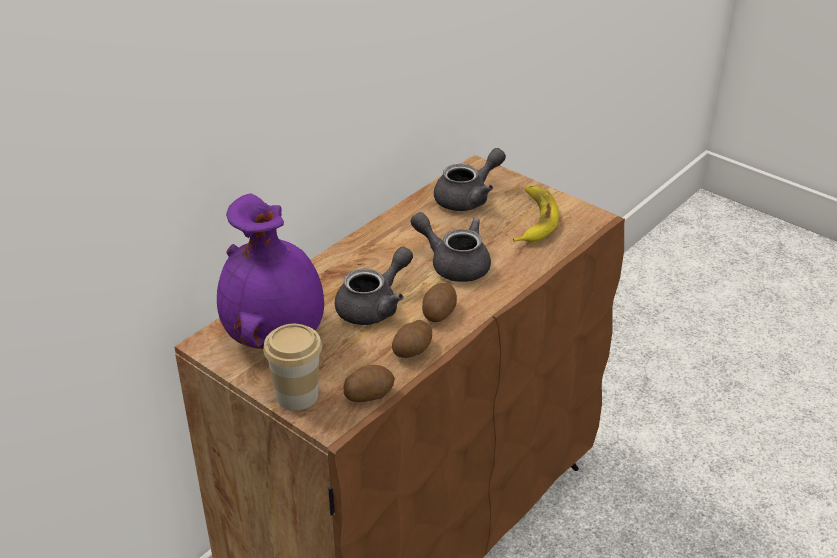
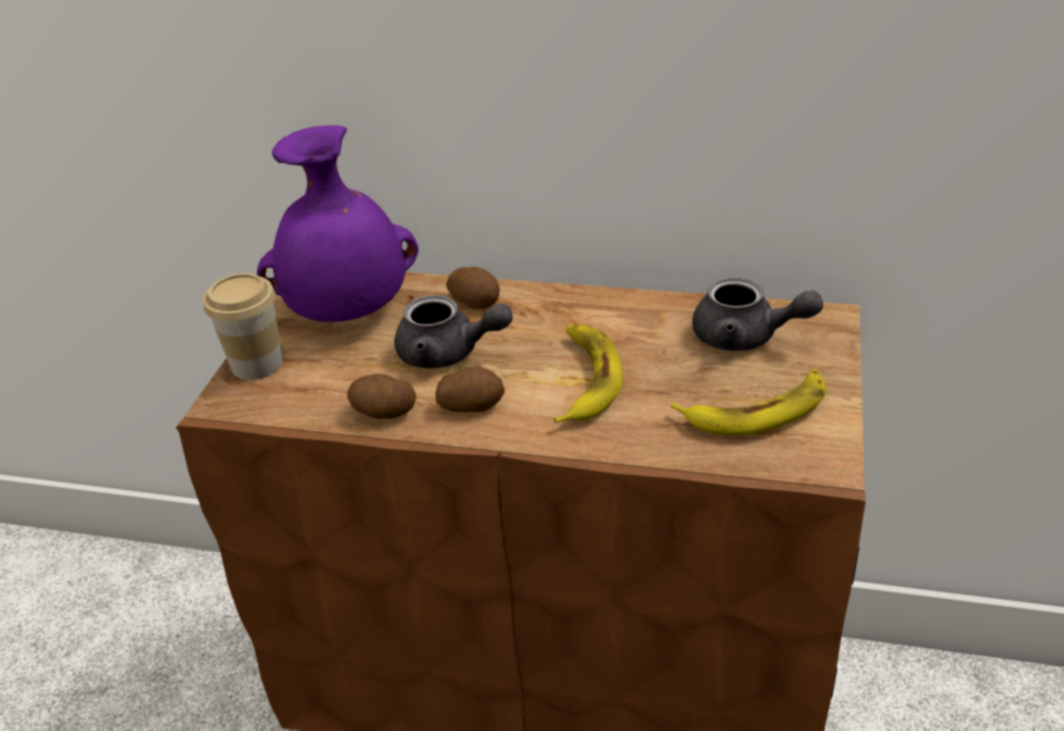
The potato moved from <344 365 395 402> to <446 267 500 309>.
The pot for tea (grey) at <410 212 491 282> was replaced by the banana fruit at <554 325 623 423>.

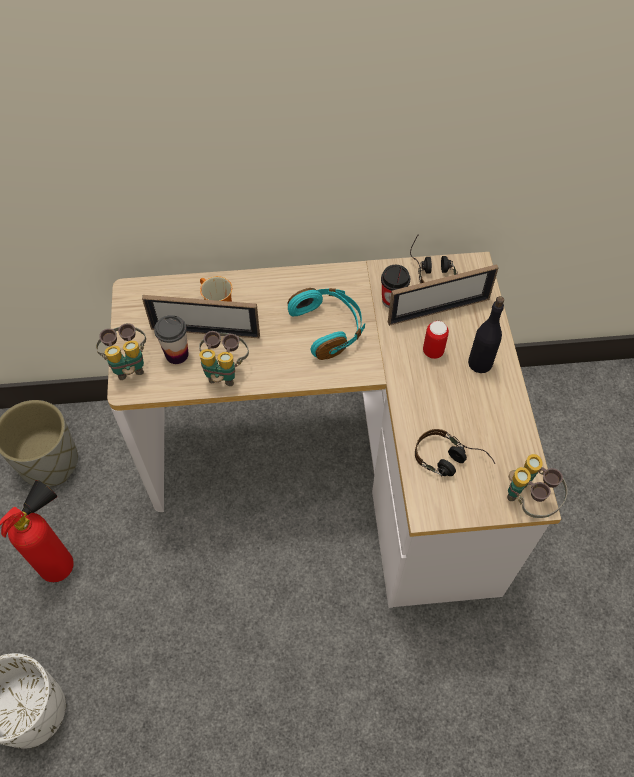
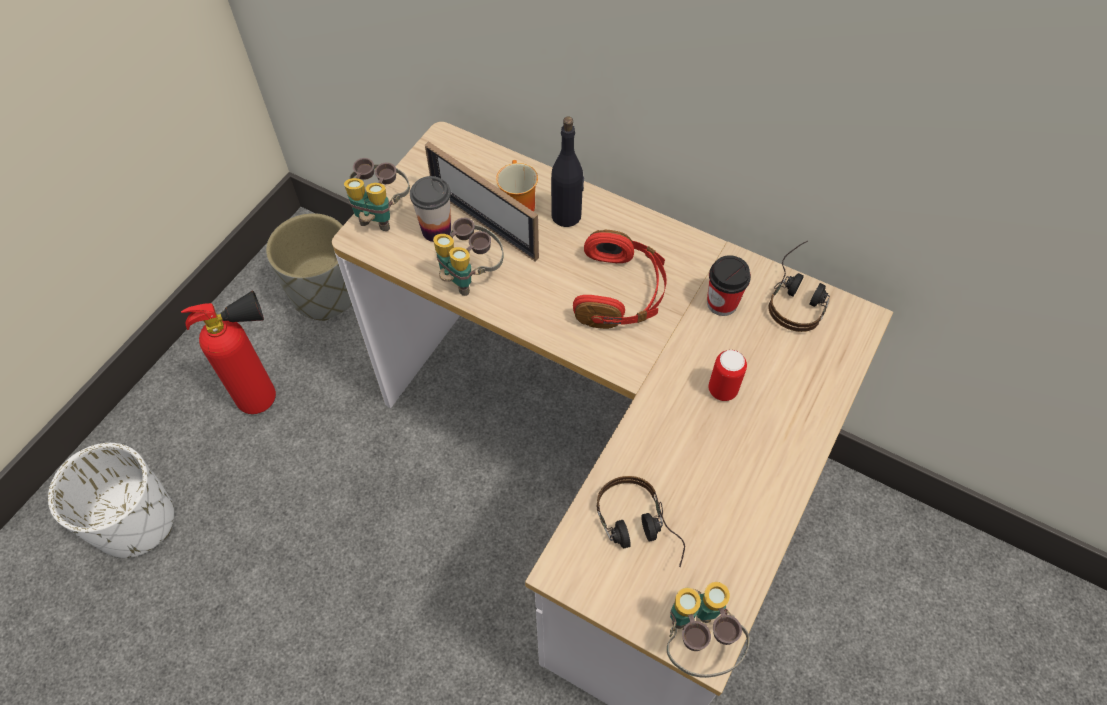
The bottle (black) moved from <468 296 504 373> to <551 116 584 227>.
The headset (blue-green) at <288 288 365 360> became the headset (reddish) at <573 230 666 329>.
The photo frame at <388 264 499 326> disappeared.

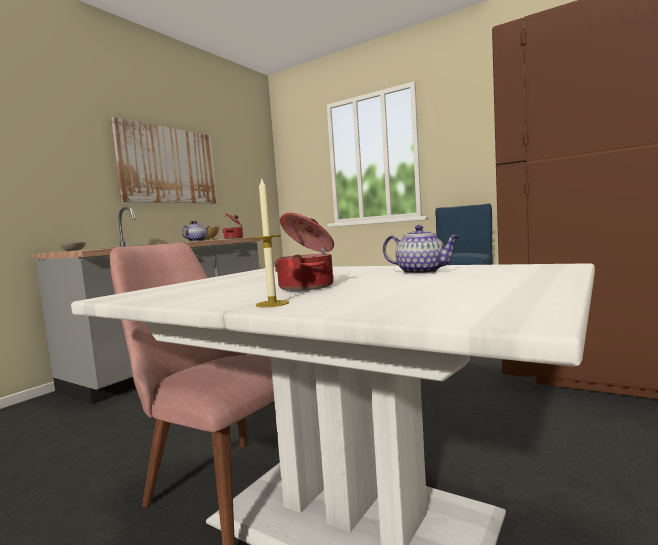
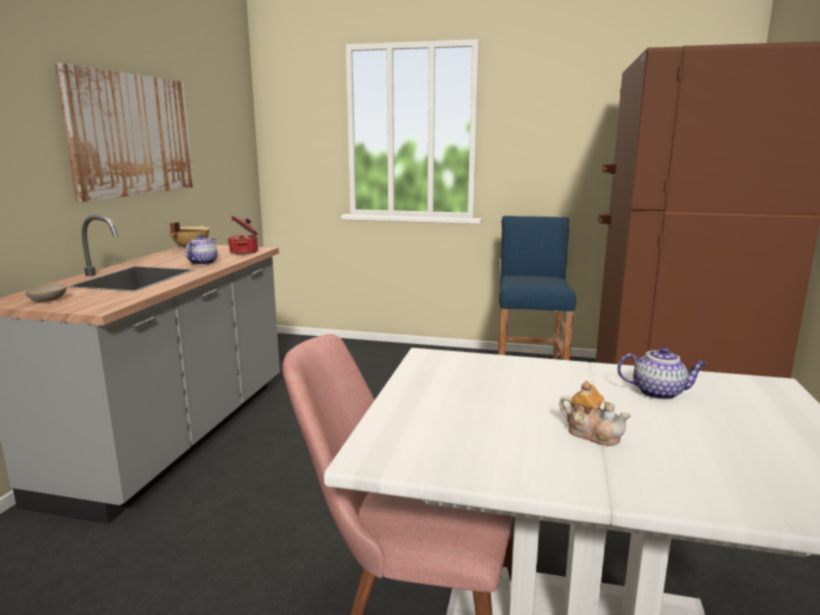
The saucepot at <274 213 334 291> was replaced by the pot for tea at <559 381 631 446>.
The wax candle at <252 179 289 307> disappeared.

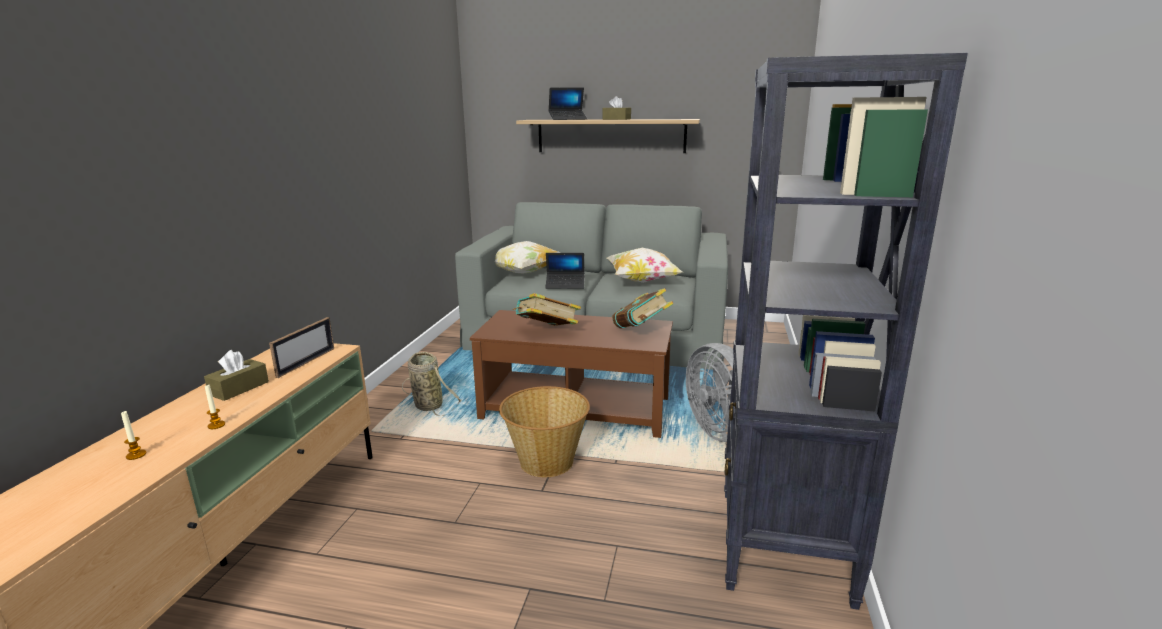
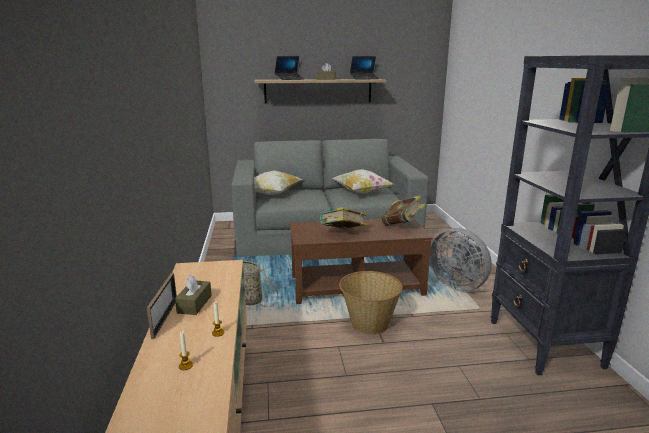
The photo frame moved from <269 317 334 378> to <147 273 177 339>.
The portable computer moved from <545 253 585 289> to <350 56 379 80>.

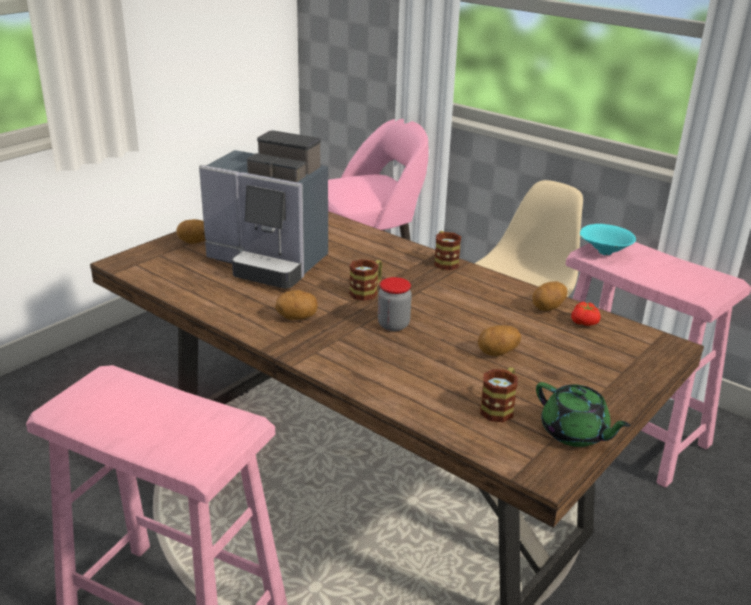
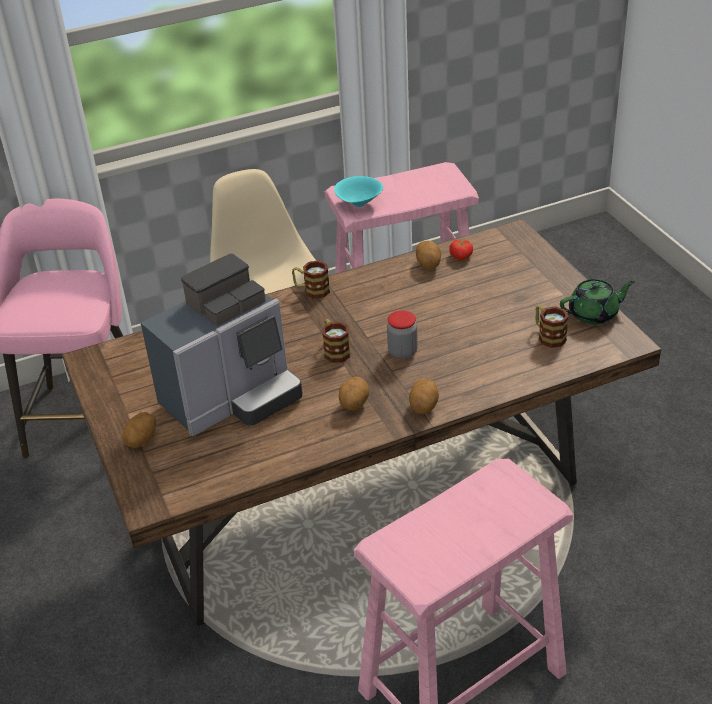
The potato moved from <478 325 521 356> to <409 378 439 414>.

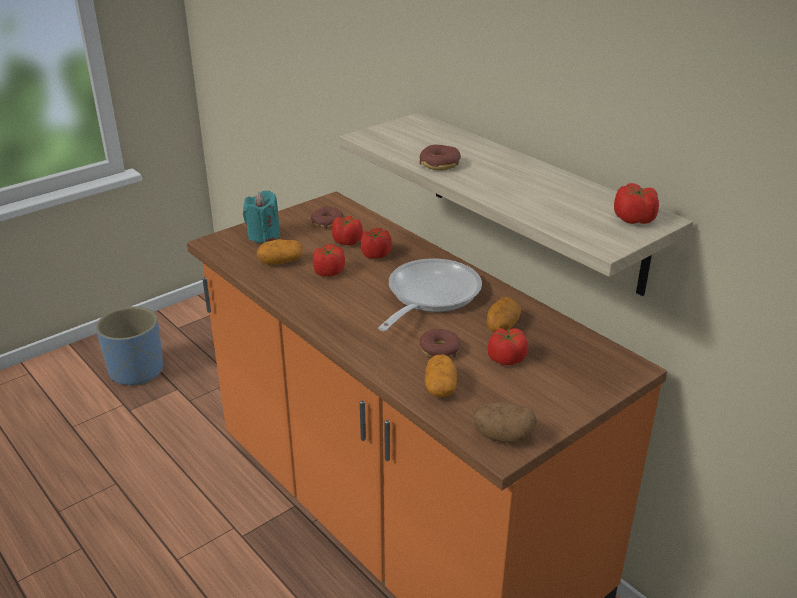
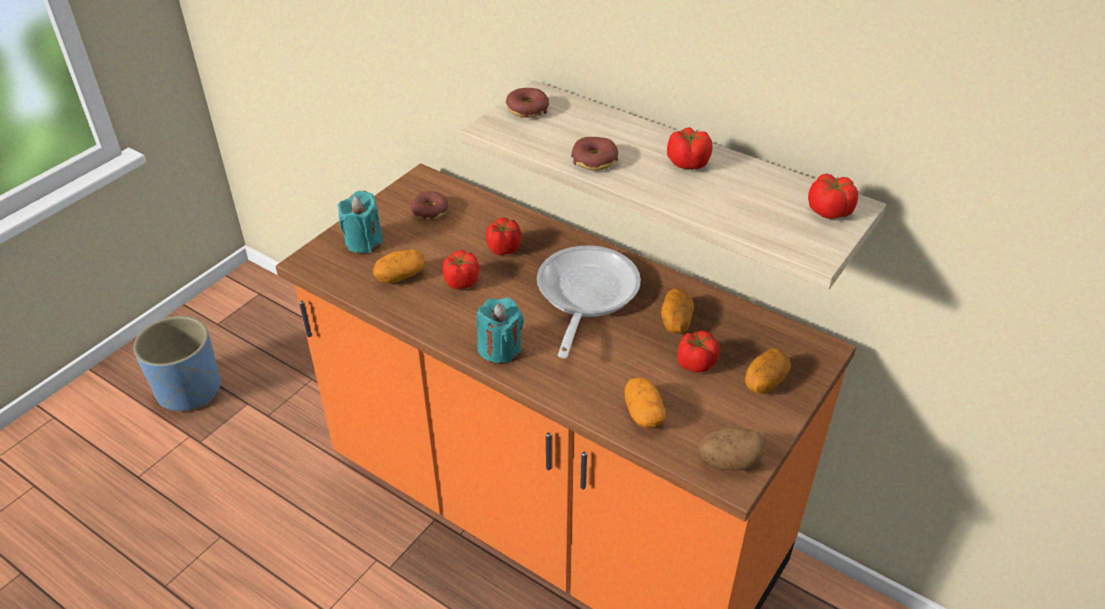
The wax candle (blue-green) at <476 298 524 364> appeared.
The doughnut moved from <420 329 460 357> to <506 88 549 117>.
The tomato moved from <332 216 363 245> to <667 127 712 169>.
The potato at <745 348 791 394> appeared.

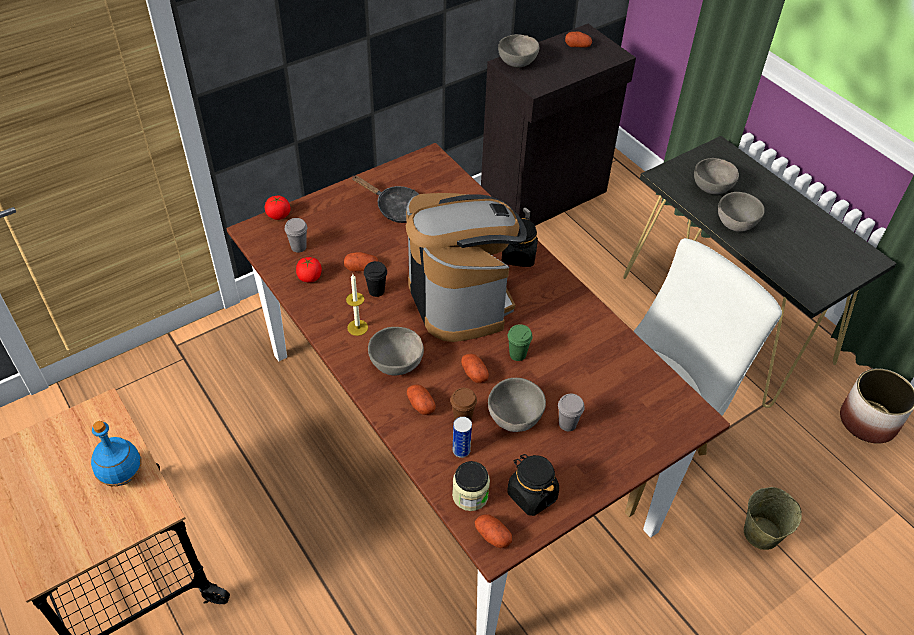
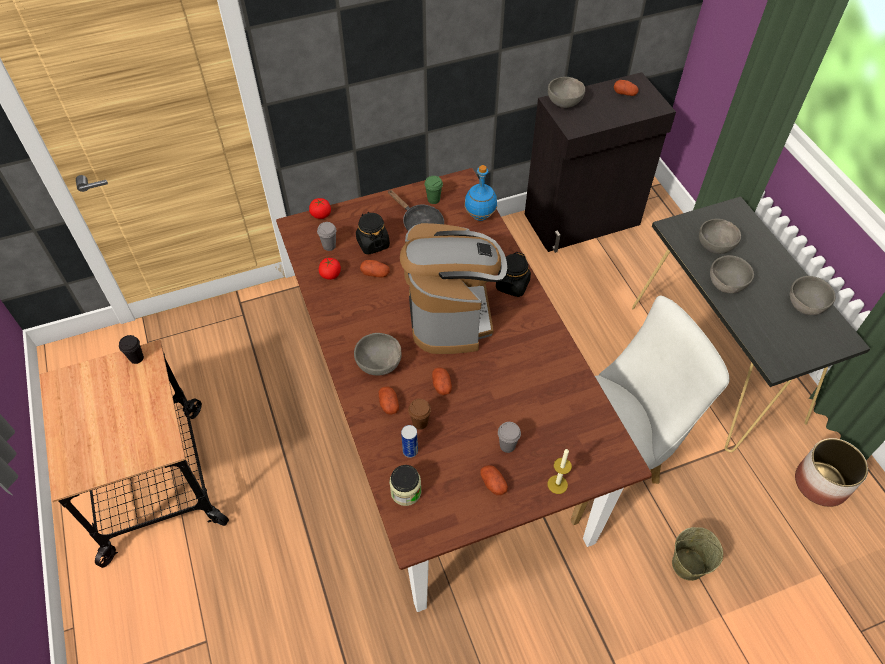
The small cup (black) moved from <364 261 387 297> to <119 335 144 364>.
The storage jar (black) moved from <507 454 559 516> to <356 212 390 255>.
The small cup (greenish) moved from <508 324 533 361> to <424 176 443 204>.
The bottle (blue-coloured) moved from <91 421 142 487> to <465 165 497 221>.
The potato moved from <475 514 512 548> to <480 465 508 495>.
The wax candle moved from <346 274 368 336> to <548 448 572 494>.
The deep dish (grey) moved from <488 378 546 432> to <790 276 835 315>.

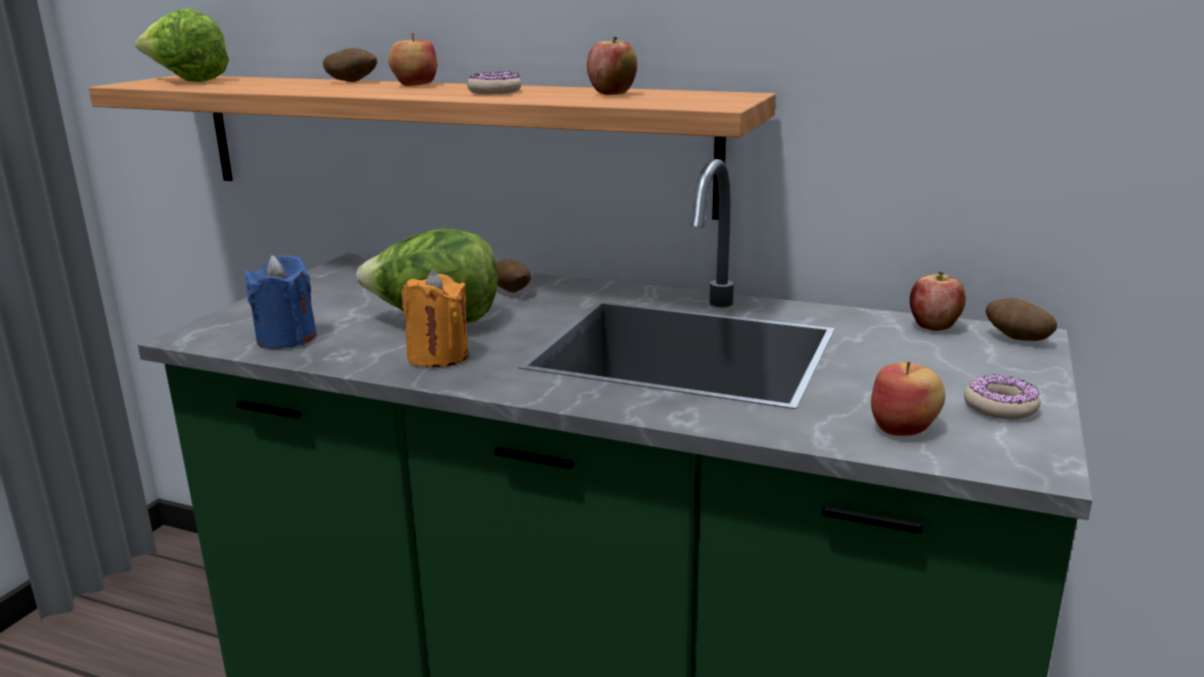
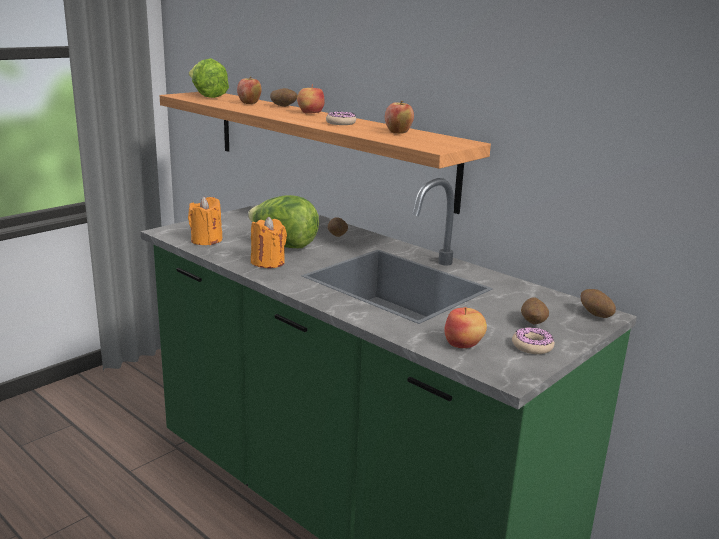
The wax candle (blue-coloured) at <244 255 317 349> became the wax candle (orange) at <188 197 222 245>.
The whole apple moved from <910 271 966 331> to <237 76 261 104>.
The potato at <521 297 549 324> appeared.

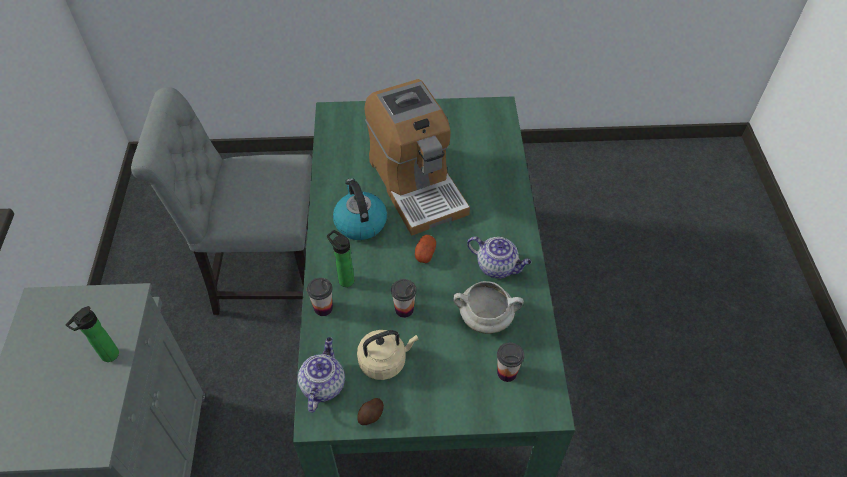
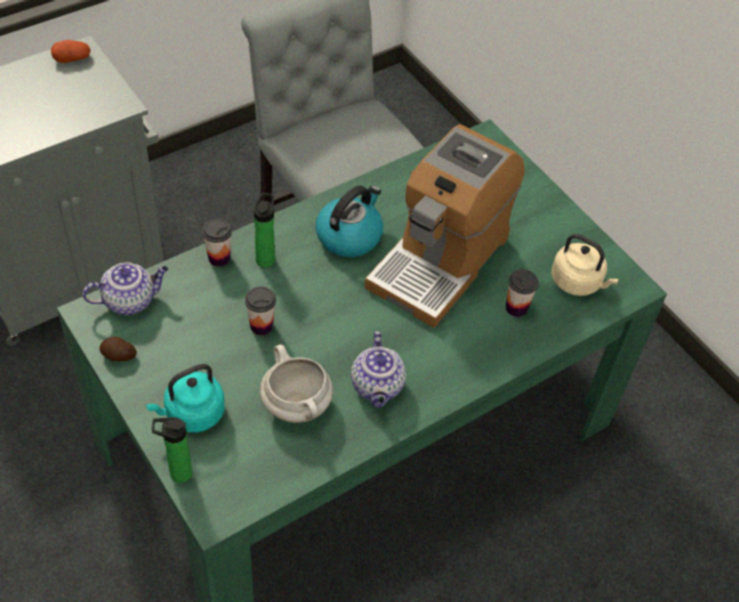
The potato moved from <415 235 436 263> to <51 40 90 63>.
The water kettle (blue-green) at <146 364 225 433> appeared.
The bottle moved from <66 306 119 362> to <152 417 192 483>.
The small cup moved from <497 342 524 382> to <506 269 539 317>.
The water kettle (beige-coloured) moved from <357 330 418 380> to <552 234 619 296>.

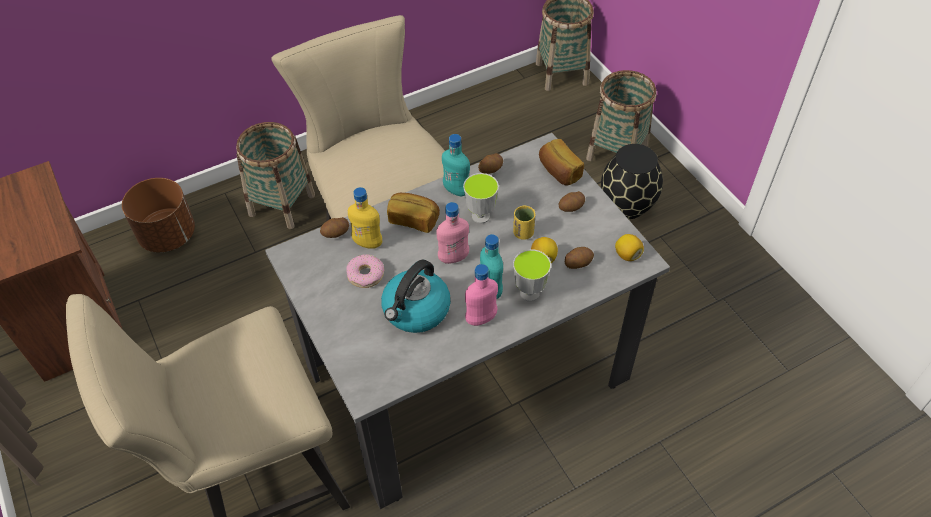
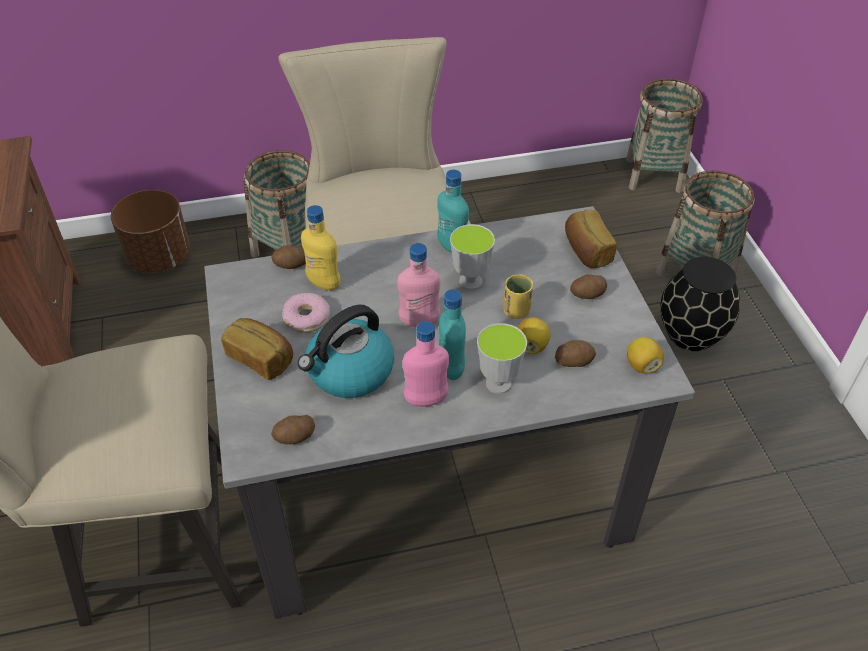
The bread moved from <387 193 440 233> to <221 318 293 380>.
The potato moved from <478 153 503 174> to <271 415 315 444>.

